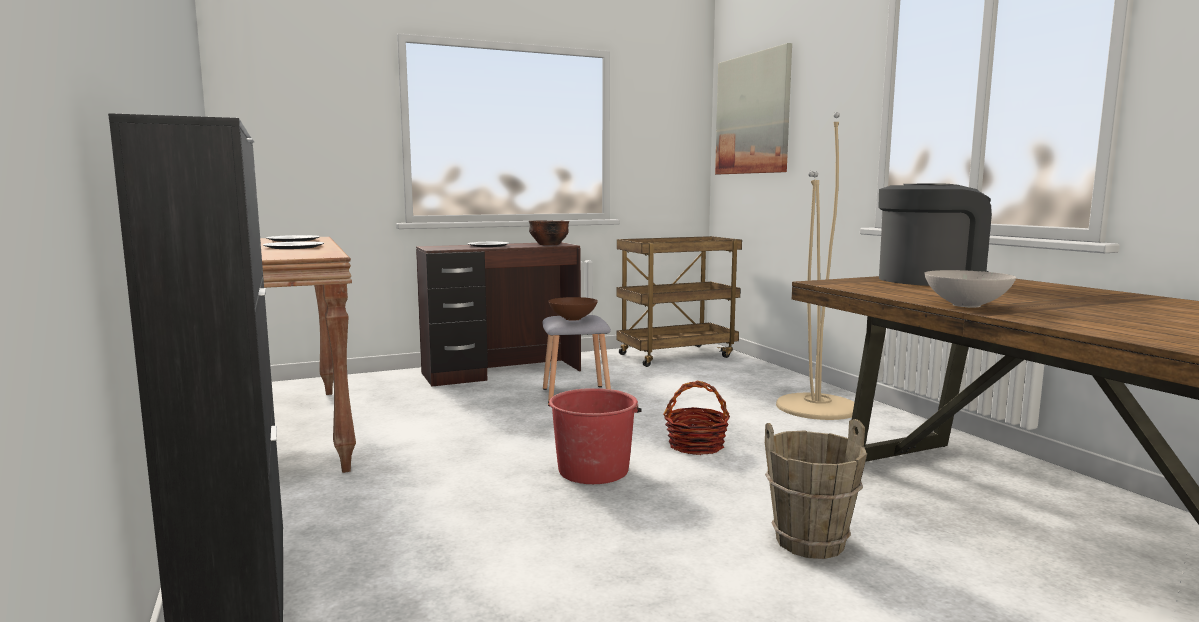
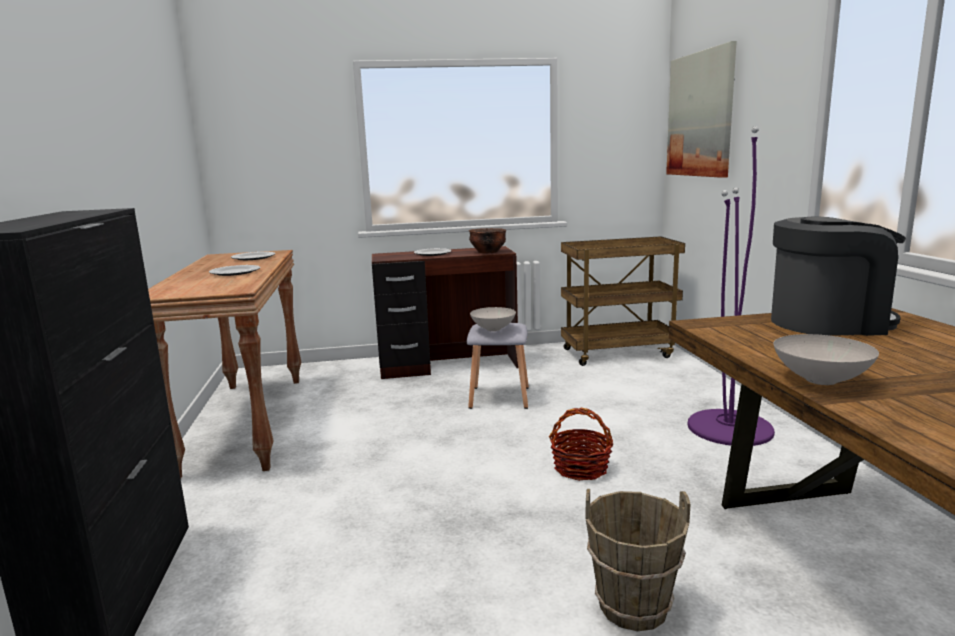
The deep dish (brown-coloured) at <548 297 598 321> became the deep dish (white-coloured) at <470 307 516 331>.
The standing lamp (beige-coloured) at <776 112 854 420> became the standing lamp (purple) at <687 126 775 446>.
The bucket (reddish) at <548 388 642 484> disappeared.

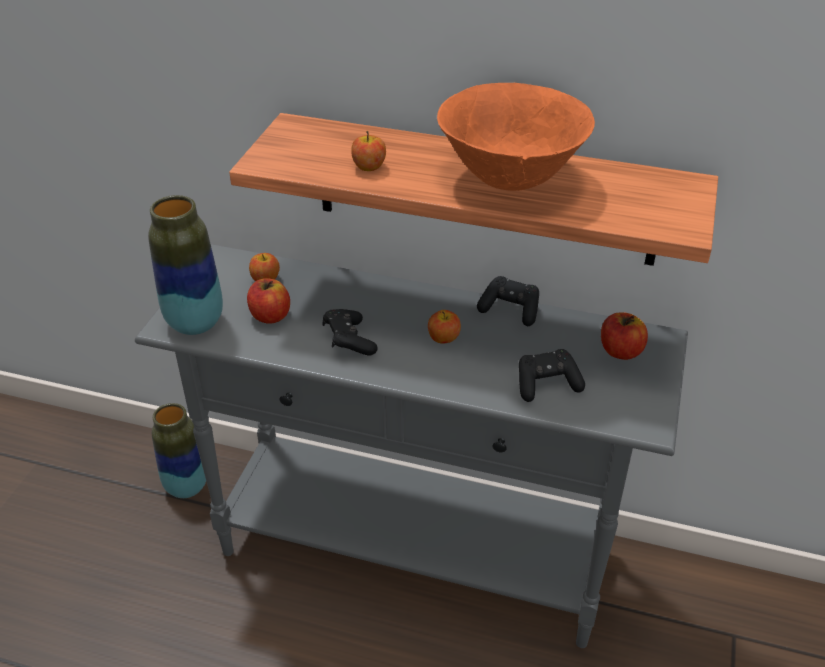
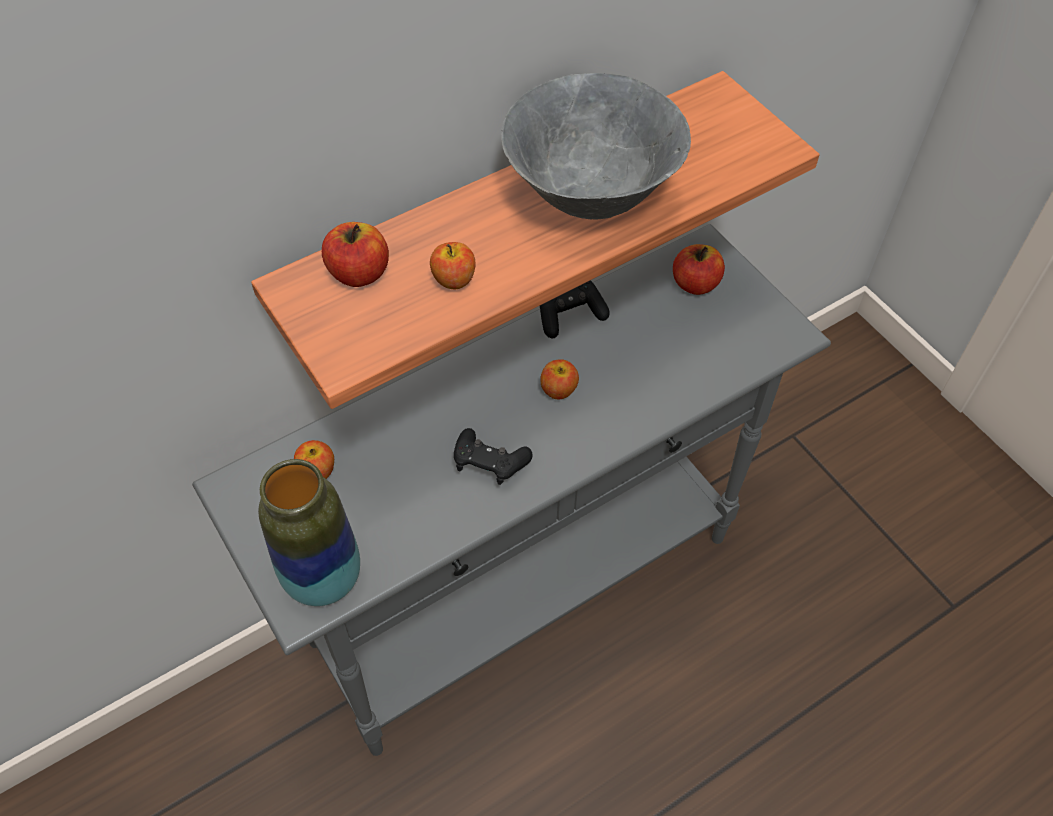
The whole apple moved from <247 278 290 324> to <322 222 389 287>.
The deep dish (orange) at <437 83 595 191> became the deep dish (grey) at <501 73 691 220>.
The vase at <152 403 206 498> disappeared.
The gamepad (black) at <519 349 585 402> disappeared.

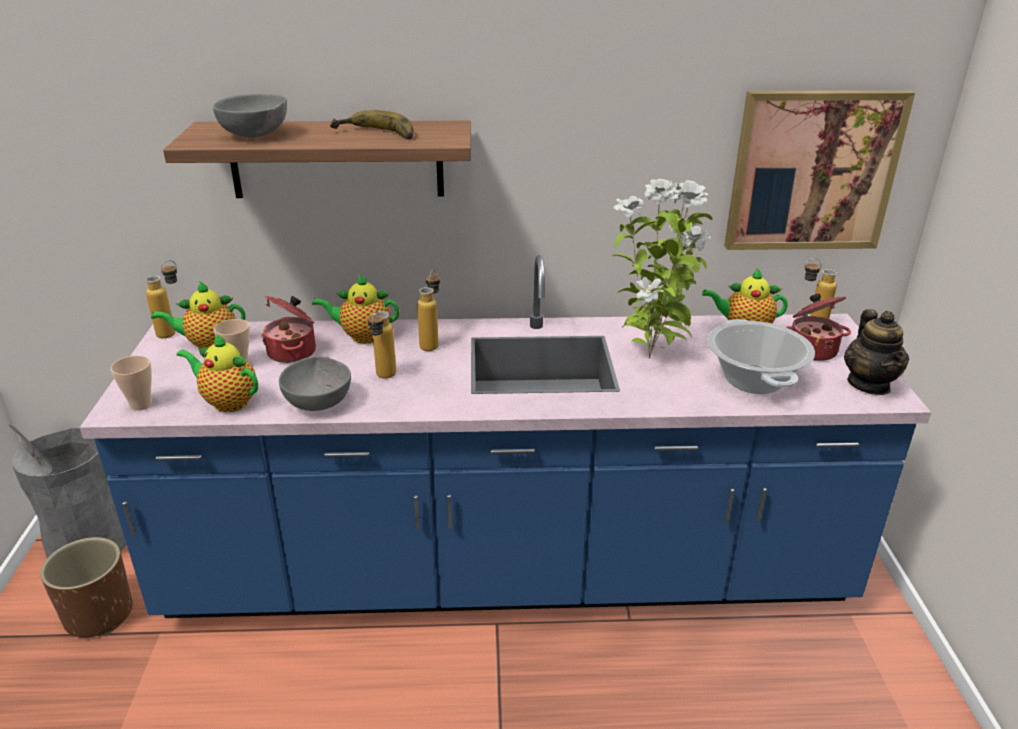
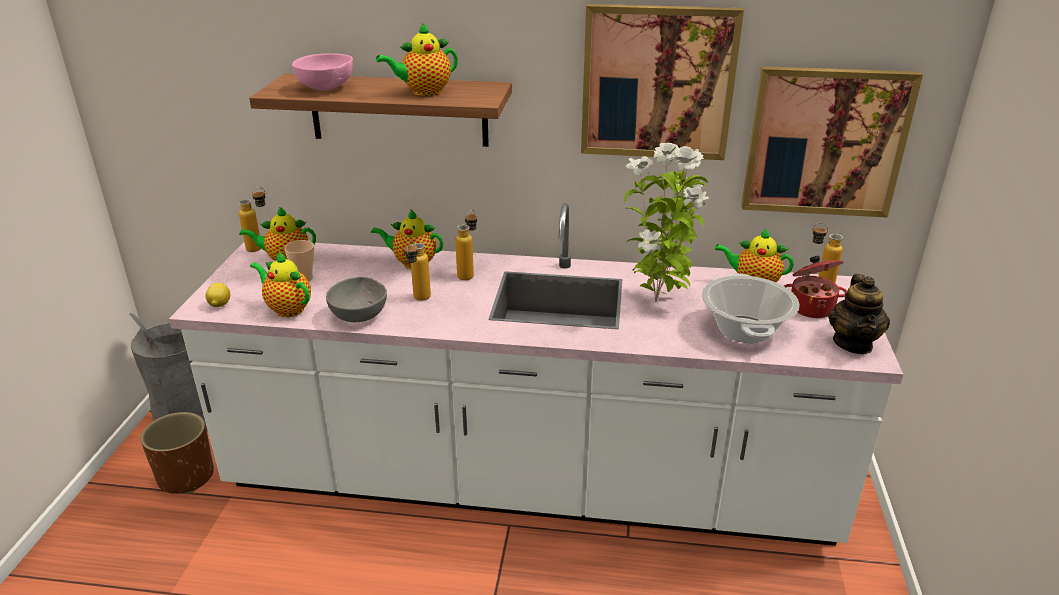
The kitchen base unit (blue-coloured) at <80 255 931 618> became the kitchen base unit (white-coloured) at <169 203 903 546>.
The small cup at <110 356 152 411> was replaced by the whole lemon at <206 283 230 307>.
The deep dish (grey) at <213 94 287 138> became the deep dish (pink) at <292 53 353 90>.
The banana fruit at <330 110 414 139> was replaced by the pot for tea at <376 22 458 96>.
The wall art at <581 4 744 160> appeared.
The saucepot at <261 296 316 363> disappeared.

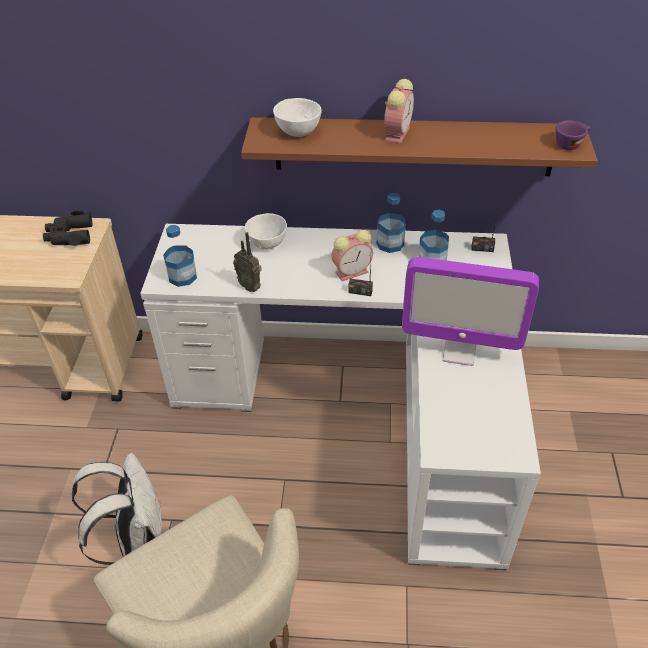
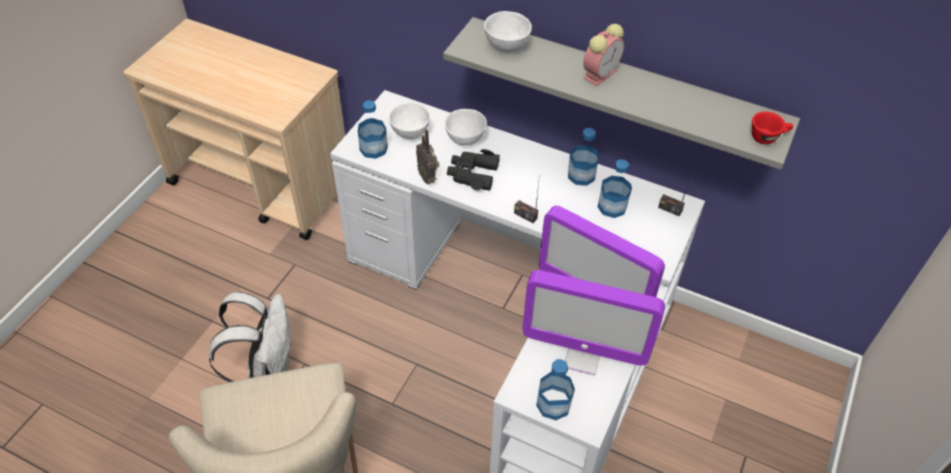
The deep dish (white-coloured) at <389 102 430 139> appeared.
The bracket shelf (brown-coloured) at <241 117 598 176> became the bracket shelf (grey) at <443 17 800 170>.
The pair of binoculars (black) moved from <43 210 92 246> to <447 149 500 191>.
The computer display at <522 270 665 375> appeared.
The bottle at <536 359 575 420> appeared.
The small cup (purple) at <556 120 591 150> became the small cup (reddish) at <752 111 793 144>.
The bedside clock at <331 230 373 281> disappeared.

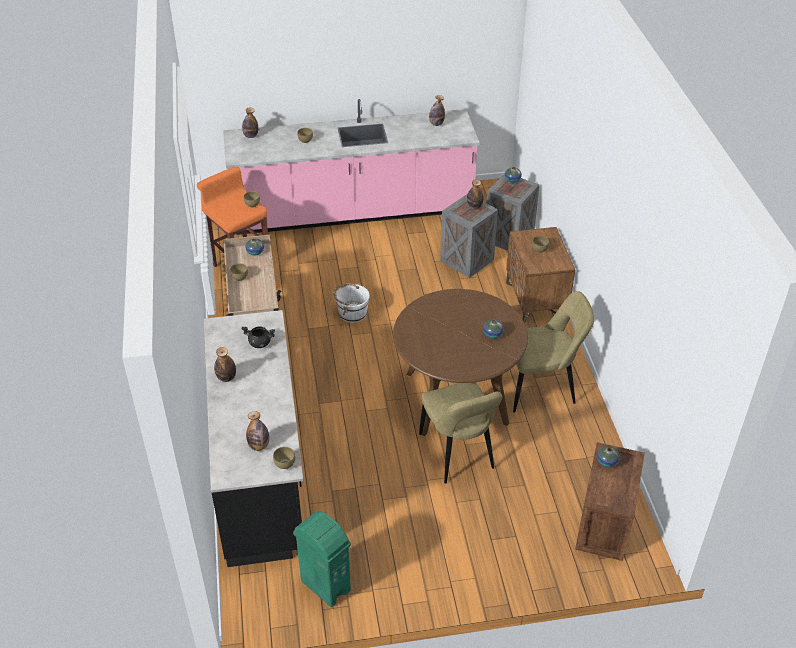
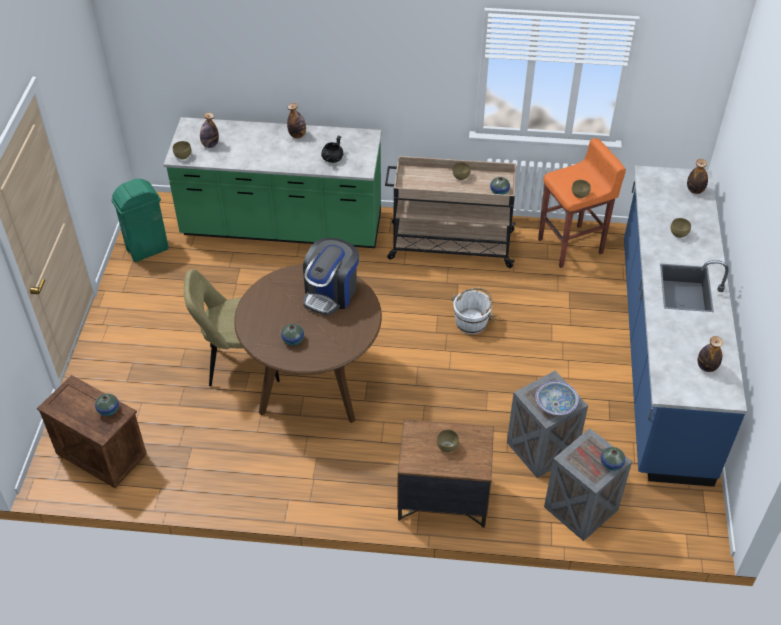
The kitchen base unit (black) at <204 310 304 567> became the kitchen base unit (greenish) at <163 117 382 248>.
The coffee maker at <303 238 359 316> appeared.
The bottle at <467 179 483 210> was replaced by the deep dish at <536 381 579 415>.
The kitchen base unit (pink) at <223 99 479 235> became the kitchen base unit (blue-coloured) at <624 166 747 487>.
The plain chair (beige-coloured) at <502 291 594 412> disappeared.

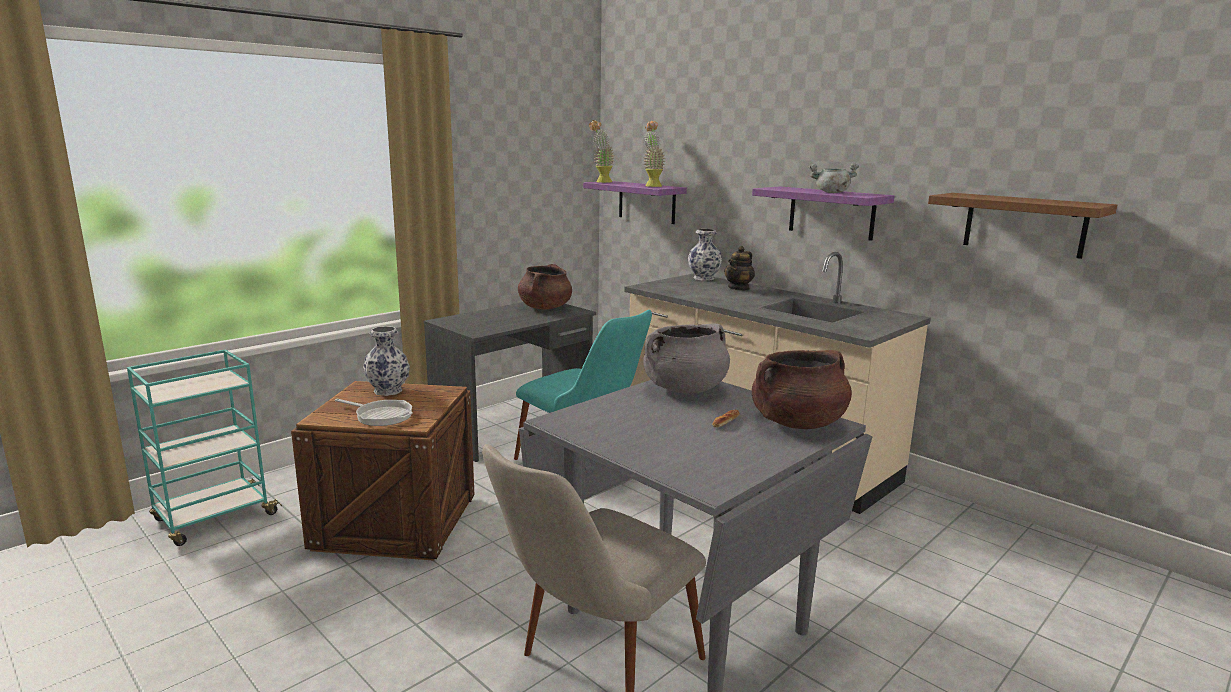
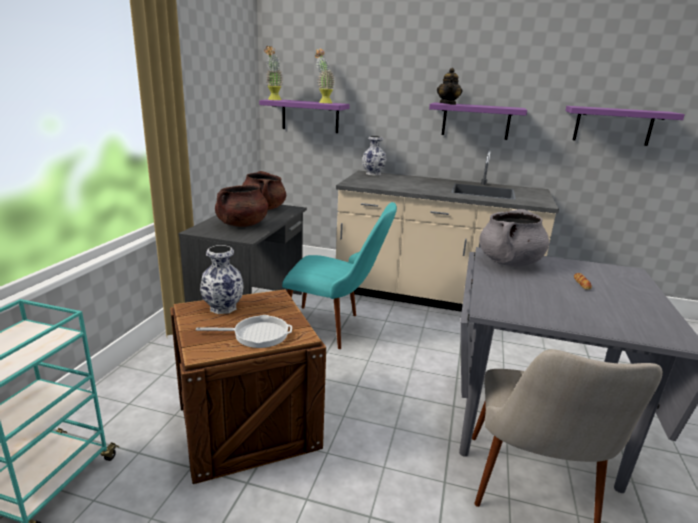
The saucepot (brown-coloured) moved from <752 350 852 429> to <215 184 268 227>.
The pot for tea moved from <724 246 755 291> to <437 68 463 105>.
The bracket shelf (brown-coloured) at <928 193 1117 259> became the bracket shelf (purple) at <565 106 685 146>.
The saucepot (grey) at <808 163 859 193> disappeared.

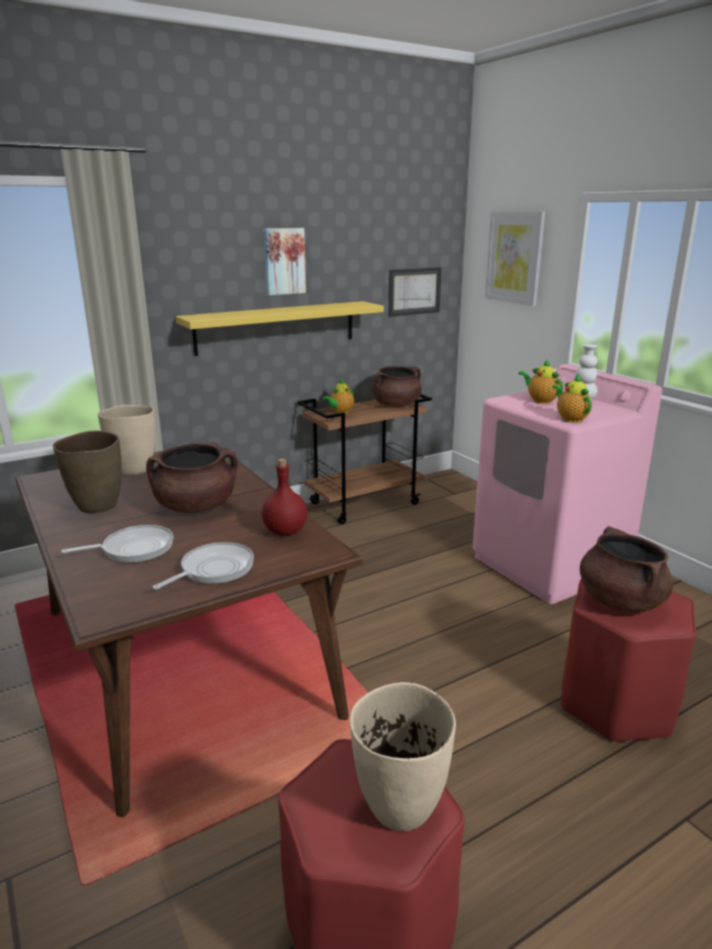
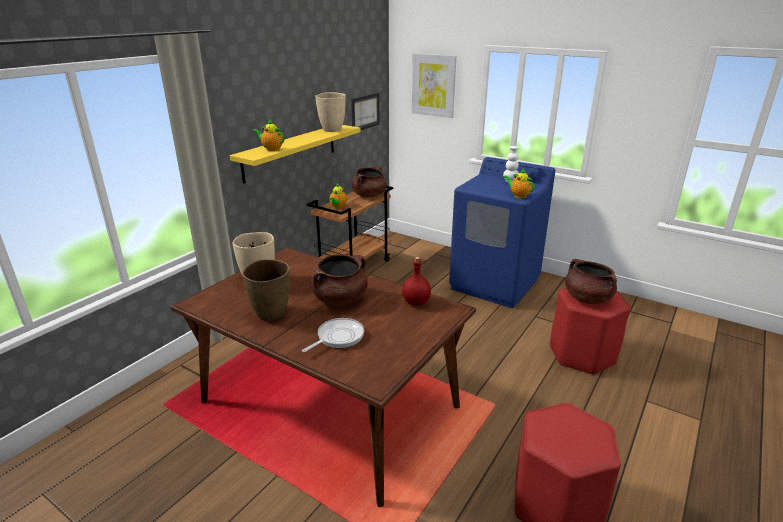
The pot for tea moved from <518 359 563 404> to <253 119 284 151>.
The vase (beige-coloured) moved from <350 682 456 831> to <315 92 346 132>.
The washing machine (pink) at <473 364 662 604> became the washing machine (blue-coloured) at <449 157 555 308>.
The pan at <153 542 254 590> disappeared.
The wall art at <264 228 306 295> disappeared.

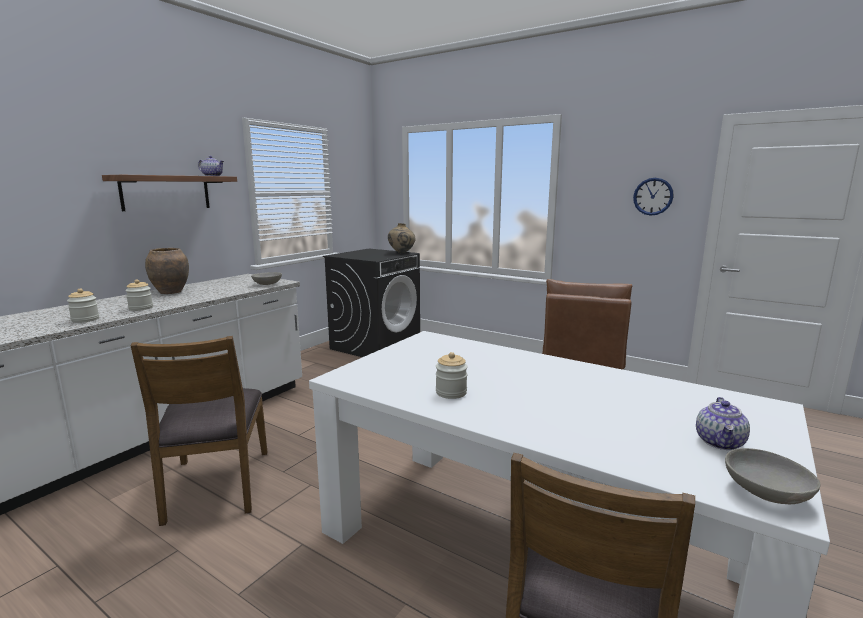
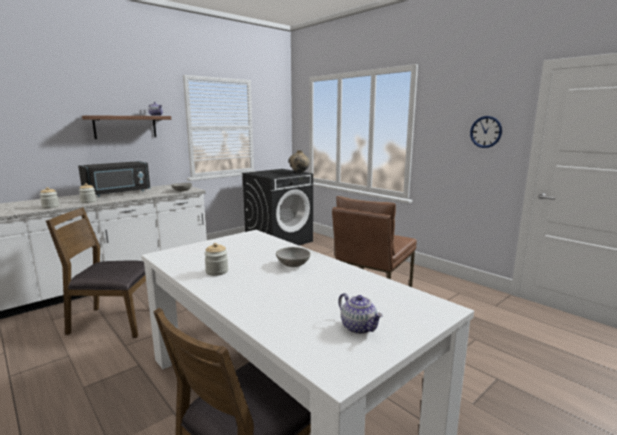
The plain chair (brown-coloured) at <131 336 267 526> turned 90 degrees clockwise.
The vase (brown-coloured) at <145 248 189 294> was replaced by the microwave (black) at <78 161 150 197>.
The deep dish (grey) moved from <725 448 820 504> to <276 247 310 267>.
The pot for tea at <696 397 750 450> turned 75 degrees counterclockwise.

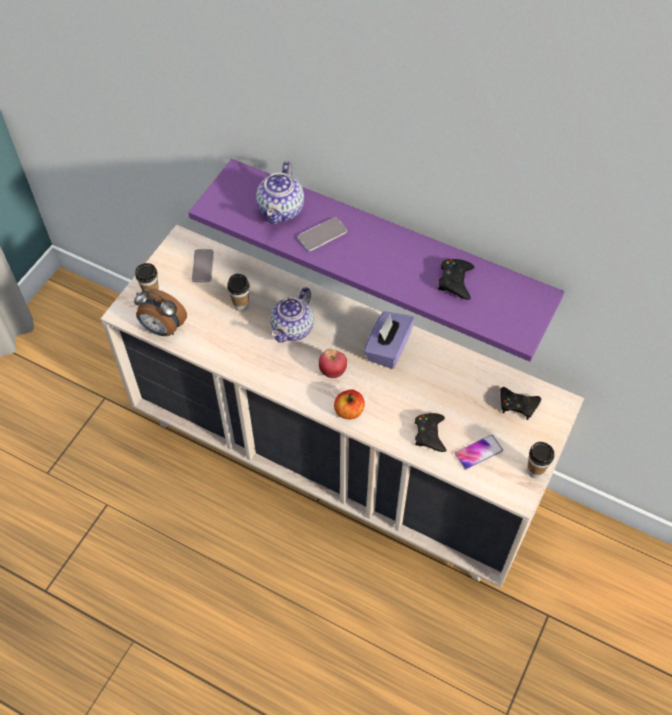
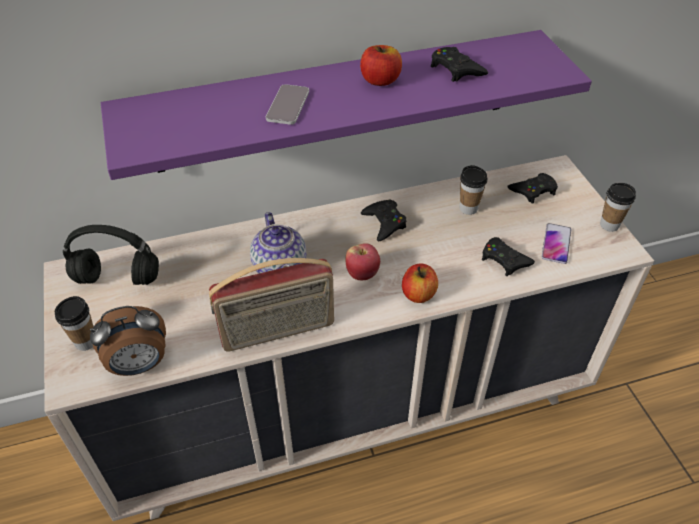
The phone at <192 249 214 282> was replaced by the headset (black) at <63 225 159 285>.
The radio set at <209 258 334 352> appeared.
The whole apple at <360 45 402 86> appeared.
The box of tissues (purple) at <364 311 415 369> was replaced by the gamepad (black) at <361 199 407 241>.
The small cup moved from <227 274 250 311> to <460 165 487 215>.
The pot for tea at <256 161 304 225> disappeared.

